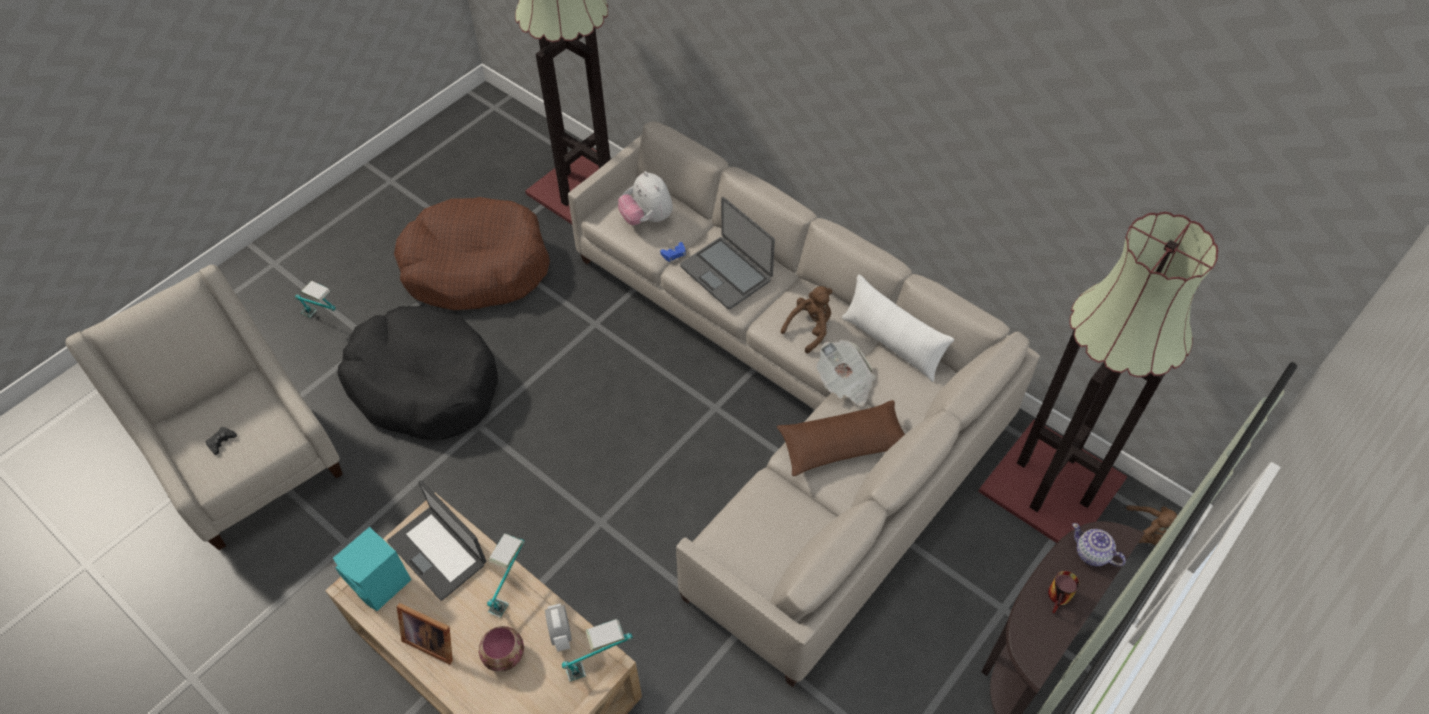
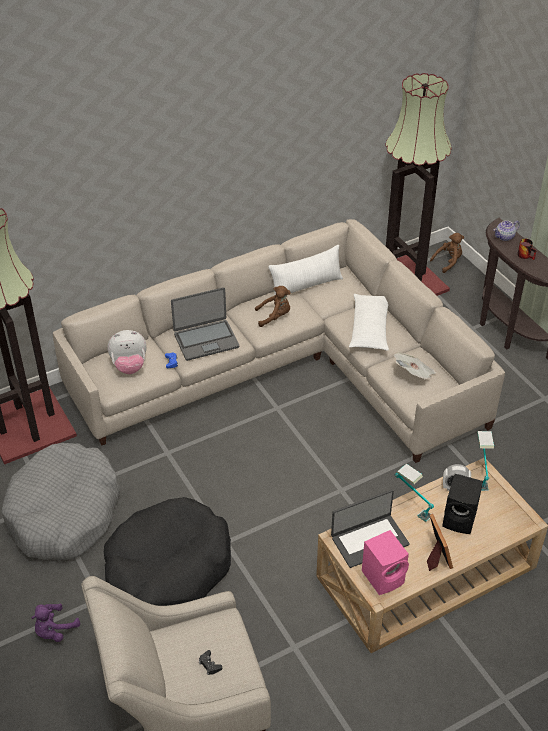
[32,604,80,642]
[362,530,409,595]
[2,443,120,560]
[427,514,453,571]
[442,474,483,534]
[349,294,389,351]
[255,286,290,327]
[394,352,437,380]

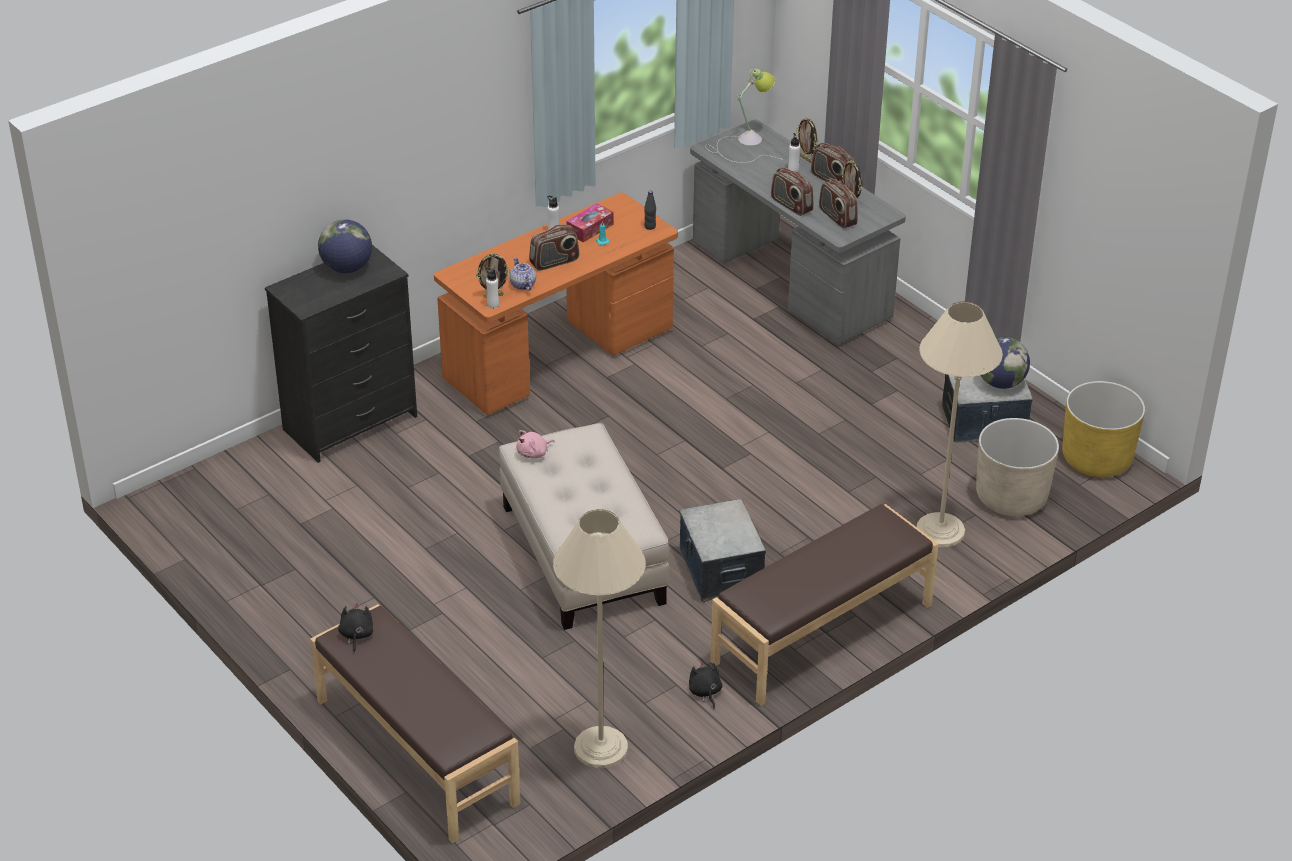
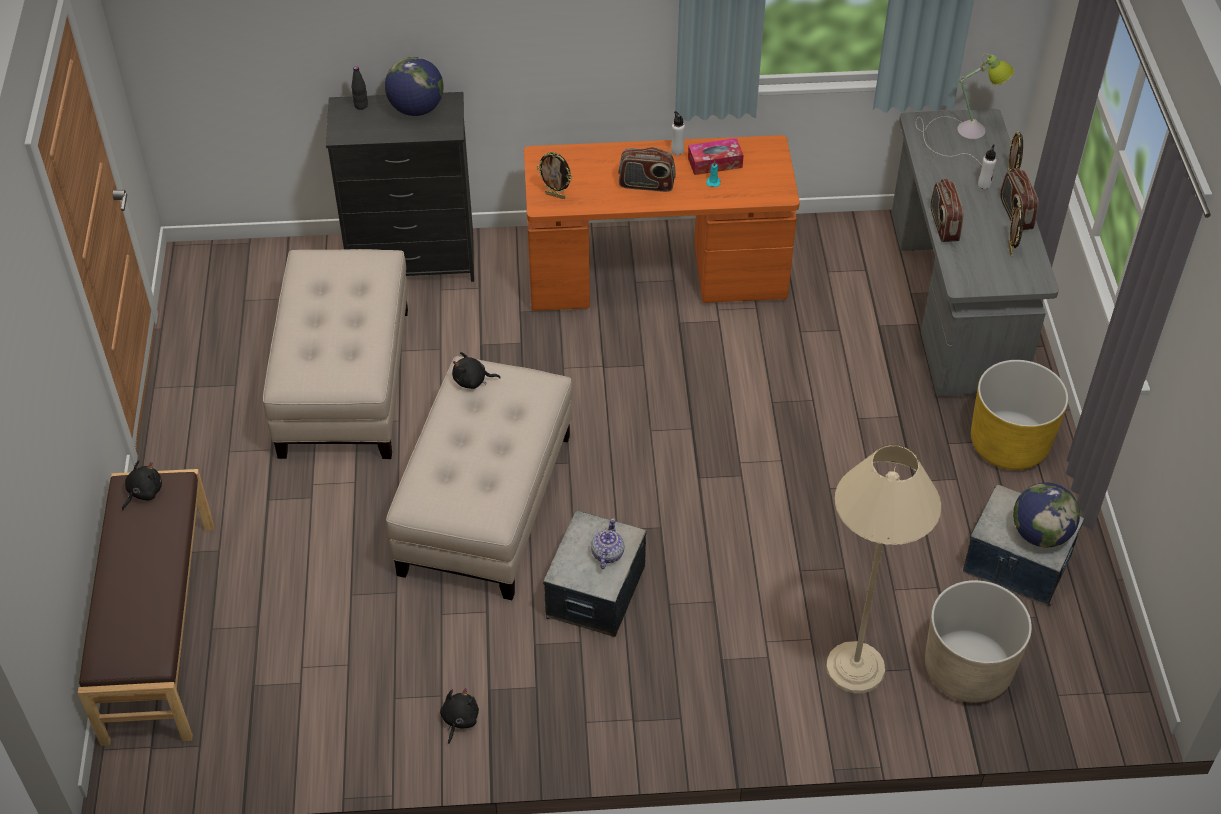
[486,268,499,308] (first image)
[591,518,625,569]
[452,352,501,389]
[553,509,646,768] (first image)
[352,66,368,110]
[710,504,939,706] (first image)
[819,178,858,229] (first image)
[971,360,1068,470]
[263,249,408,459]

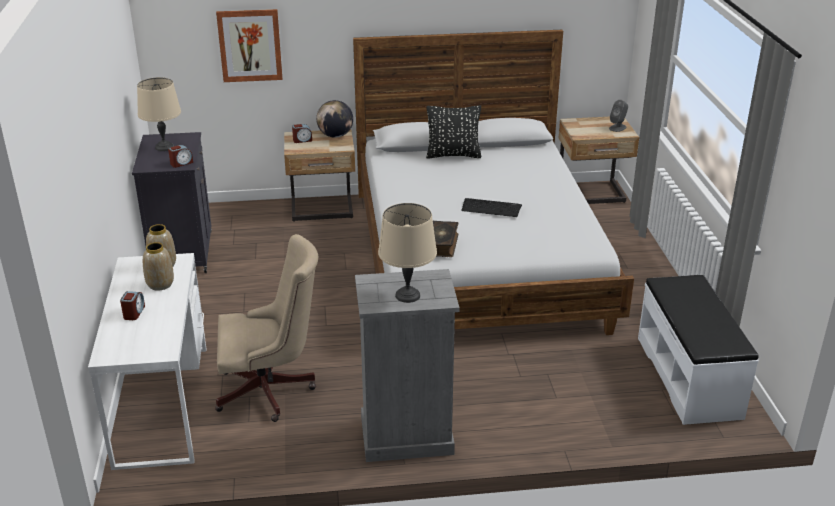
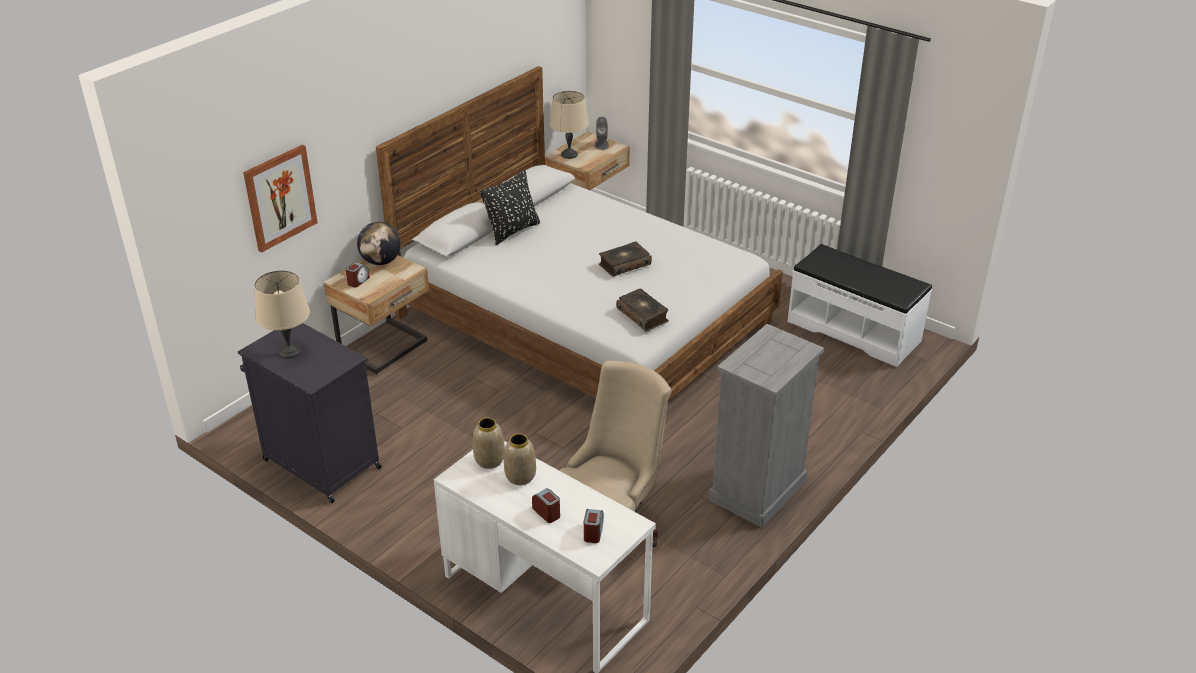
[584,509,604,543]
[549,91,589,159]
[599,241,652,277]

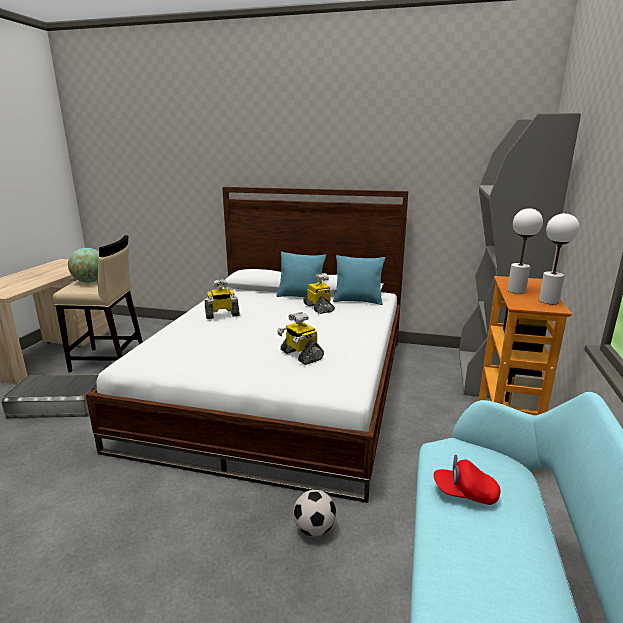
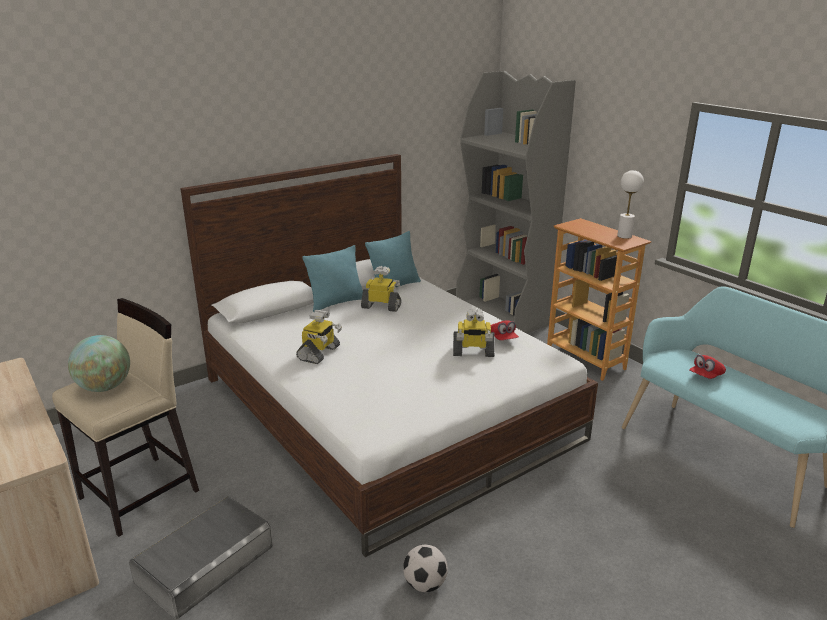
[403,545,448,592]
[507,208,543,294] (first image)
[491,320,519,340]

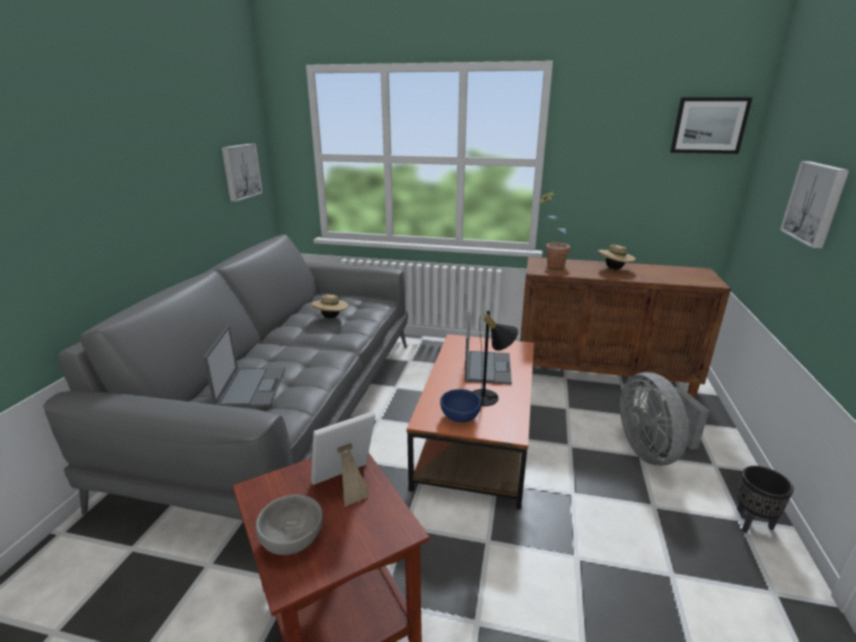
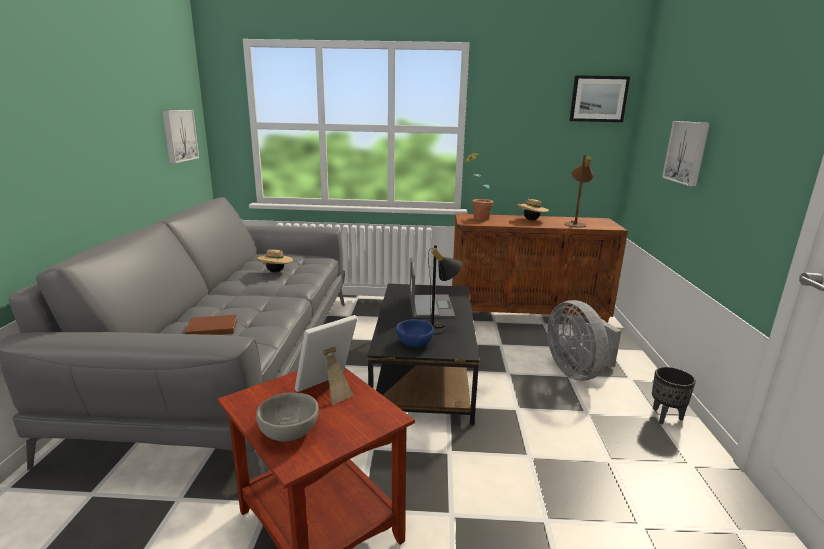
[185,315,237,335]
[367,284,480,425]
[564,155,593,228]

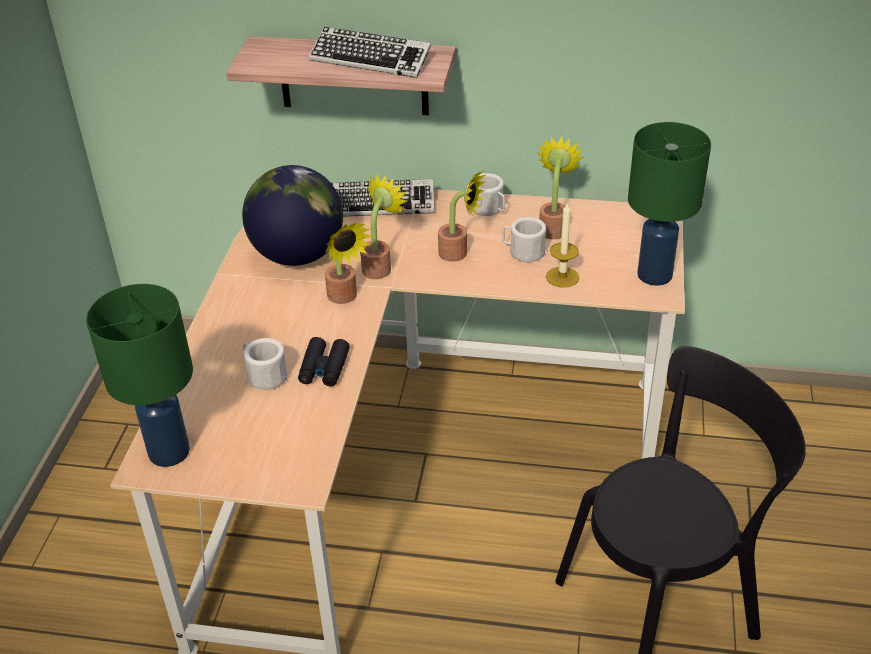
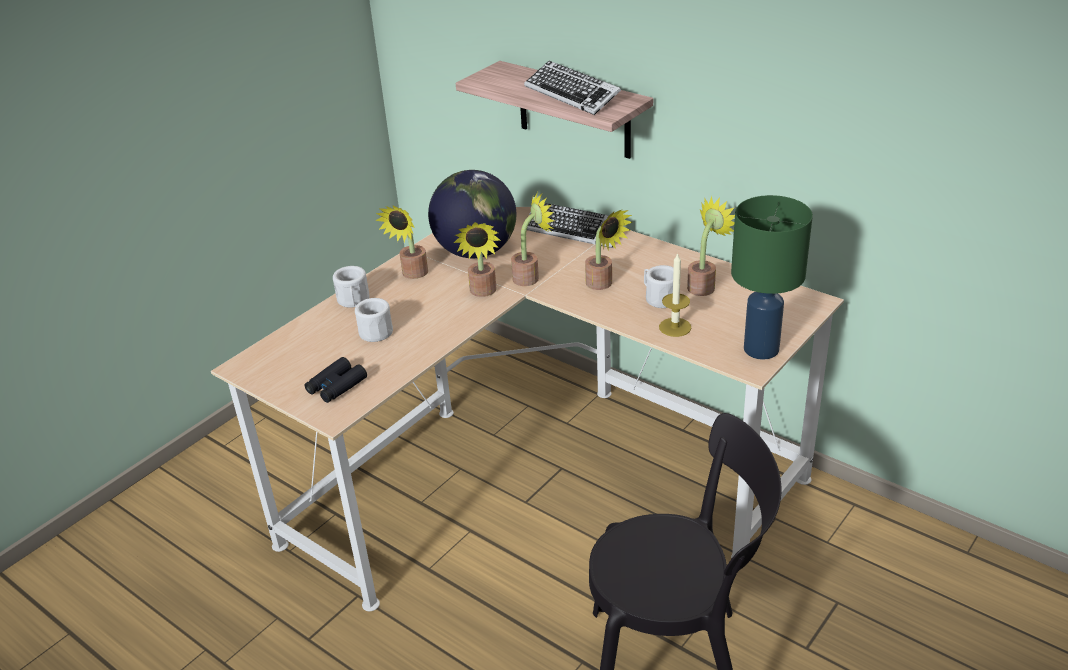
[86,284,193,467] (first image)
[305,357,367,403]
[333,266,370,308]
[375,205,428,279]

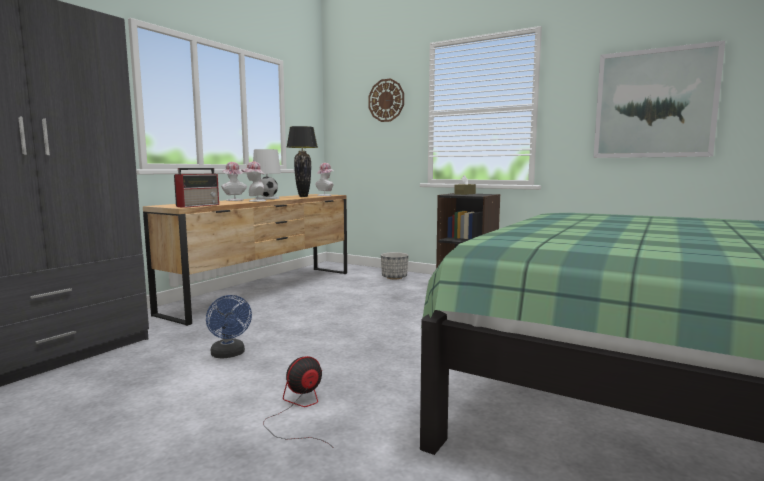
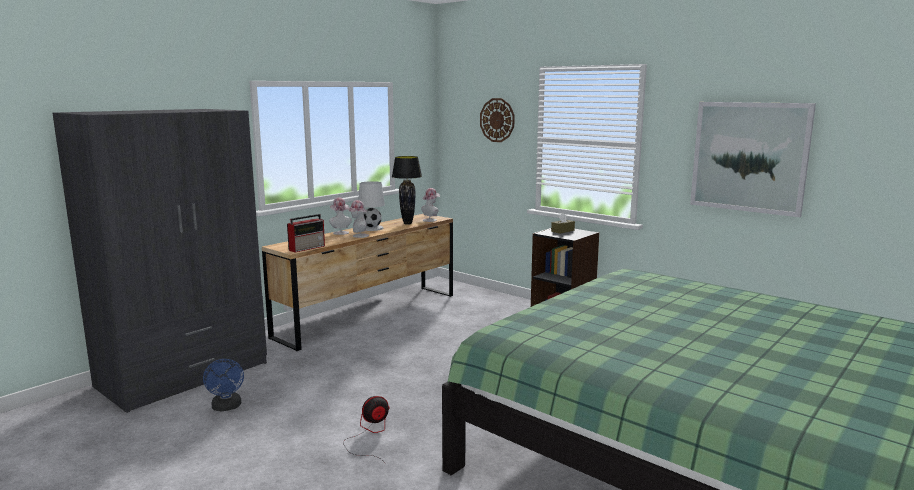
[203,359,244,411]
[381,252,409,279] (first image)

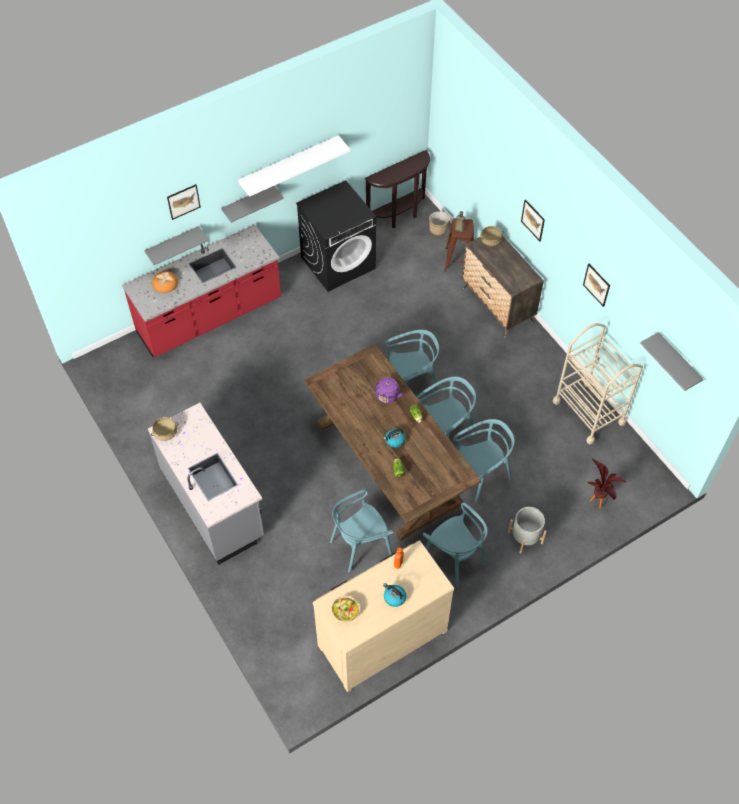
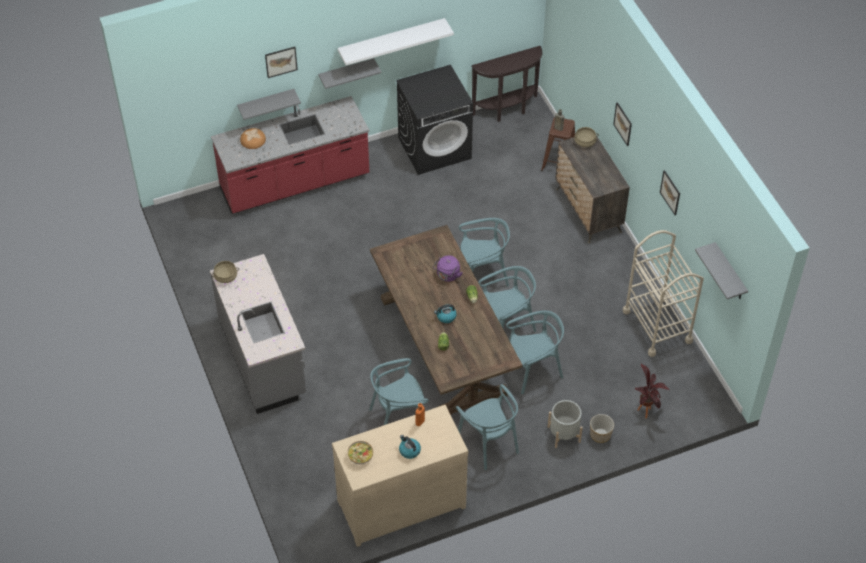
[590,414,614,443]

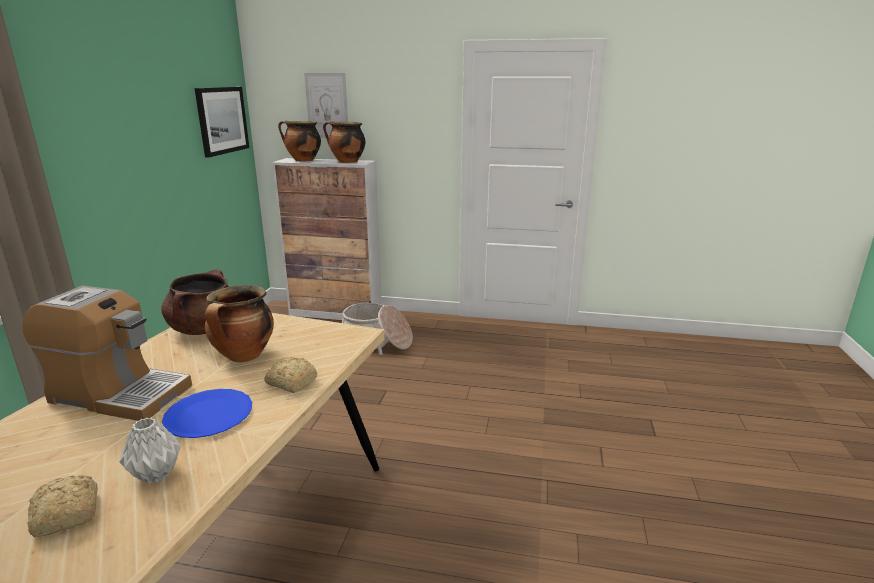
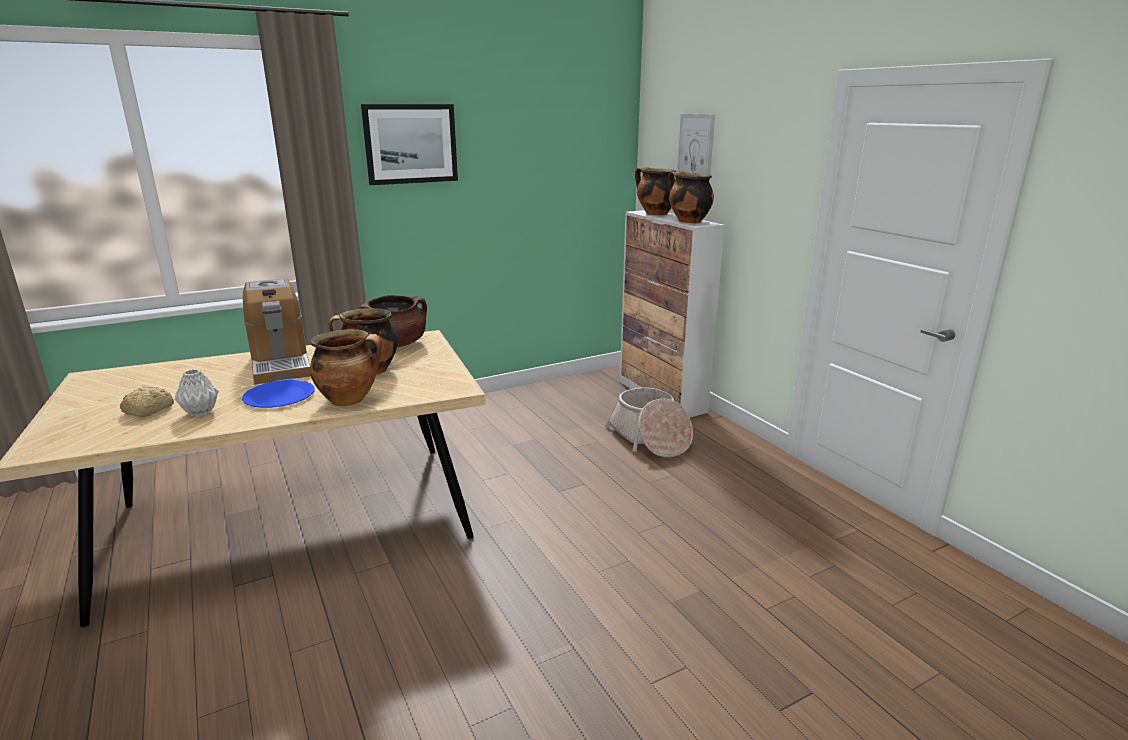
[361,104,458,185]
[310,329,382,406]

